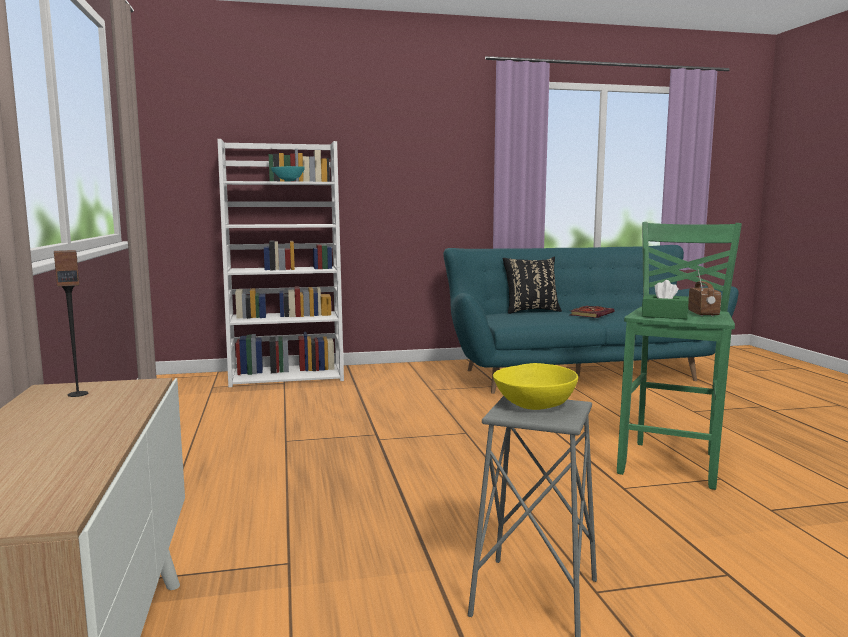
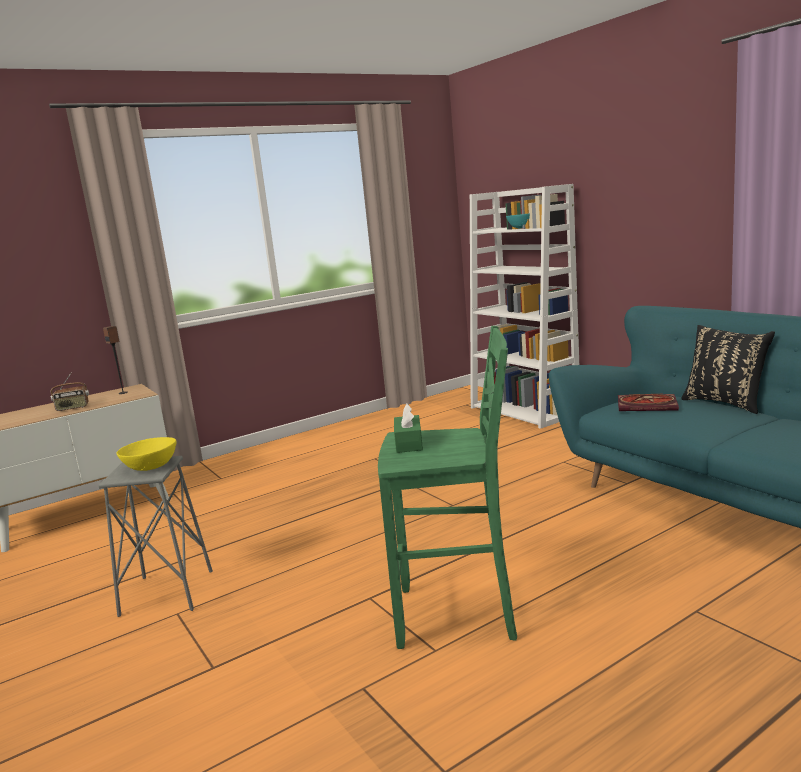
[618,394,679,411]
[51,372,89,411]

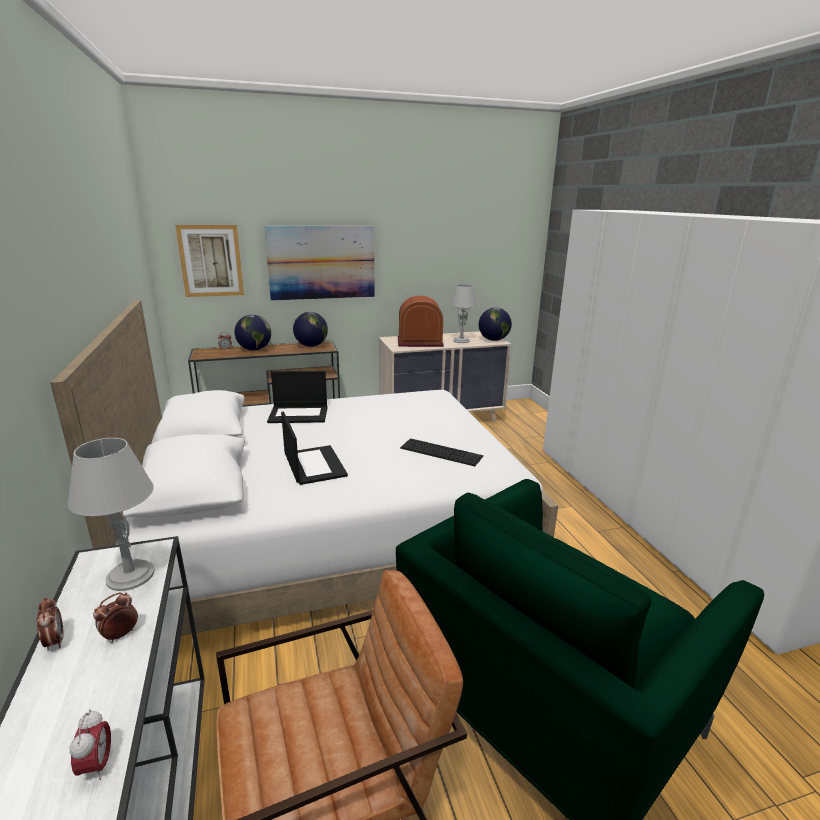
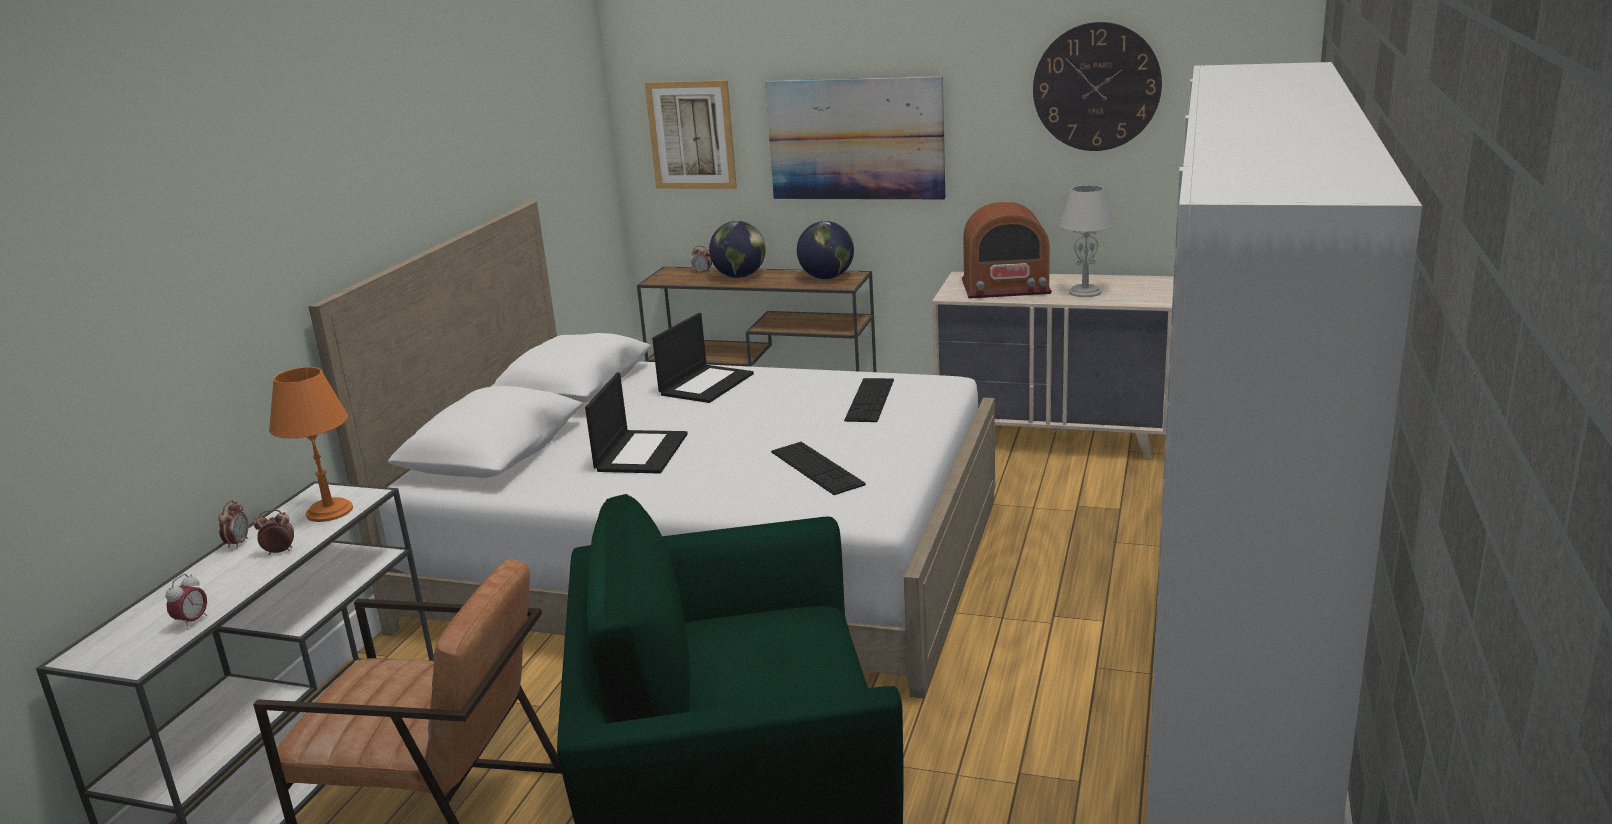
[269,367,353,522]
[652,313,754,403]
[962,202,1052,299]
[479,308,512,341] (first image)
[844,378,894,422]
[1033,22,1162,151]

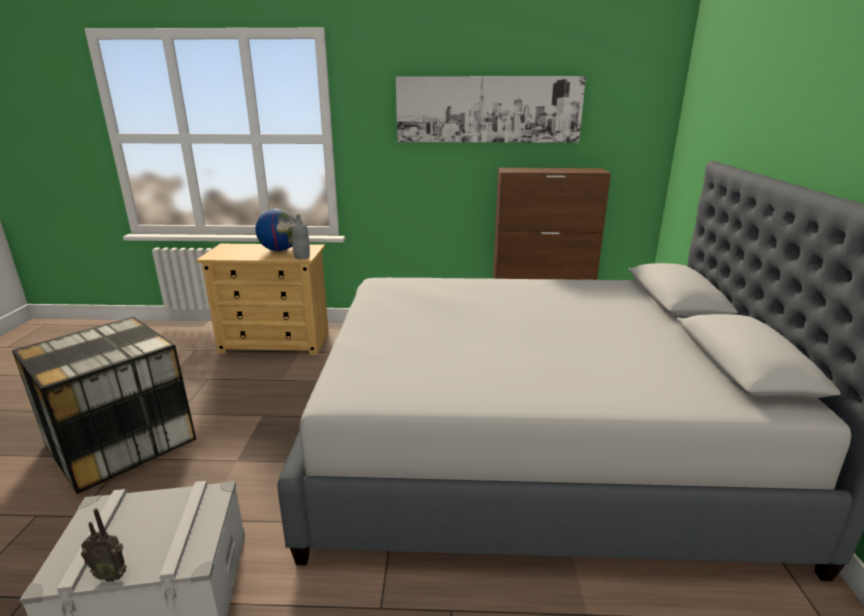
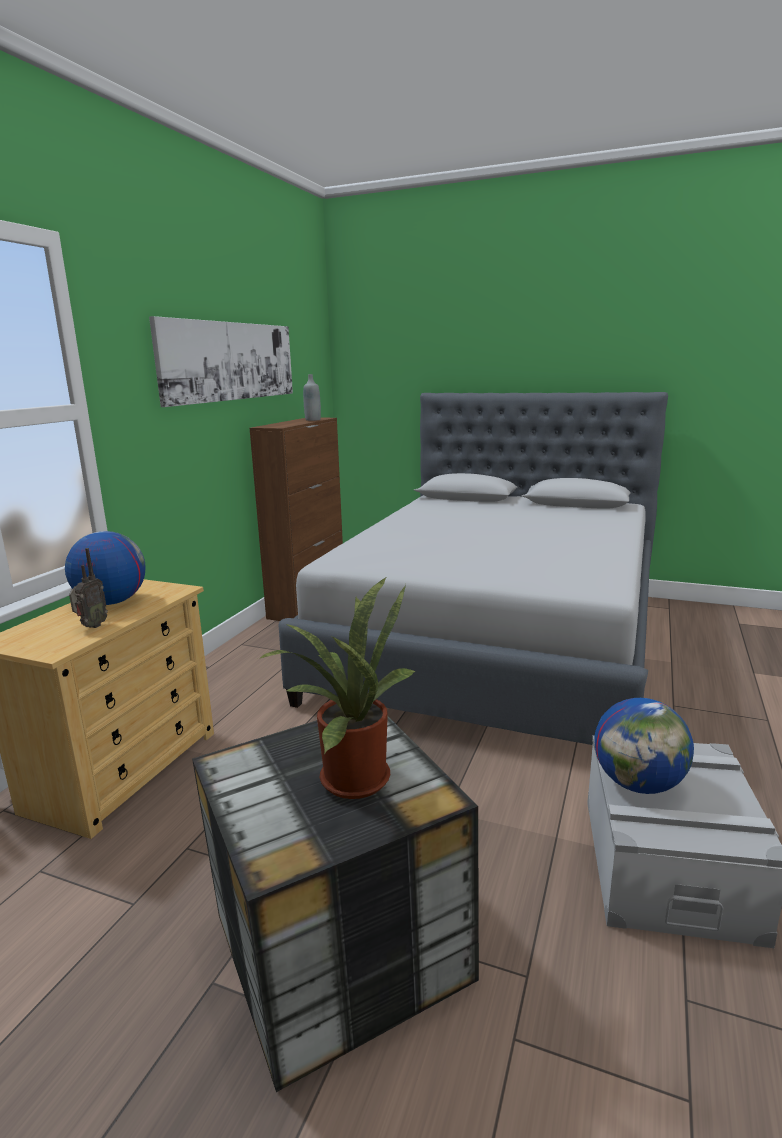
[69,548,108,628]
[303,374,321,421]
[260,577,416,799]
[594,698,694,794]

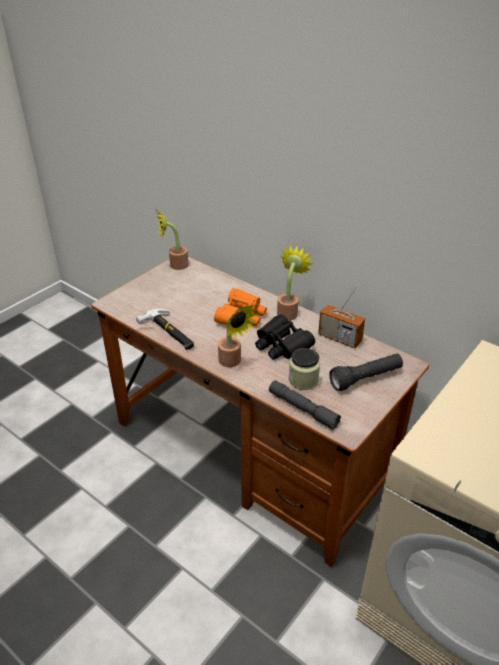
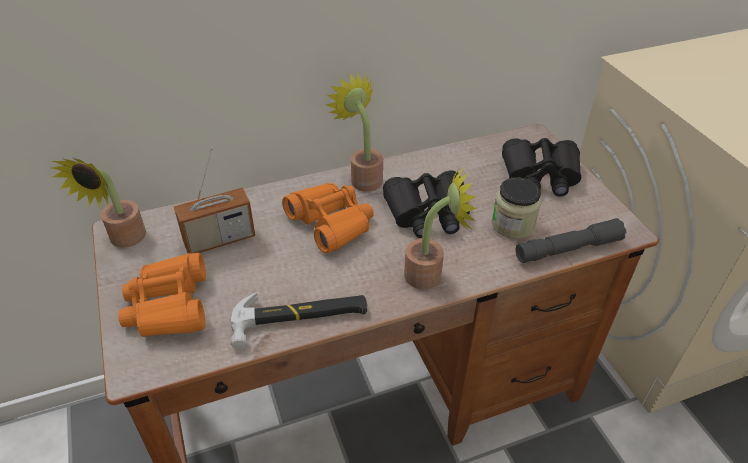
[174,147,255,254]
[502,138,581,197]
[118,253,206,337]

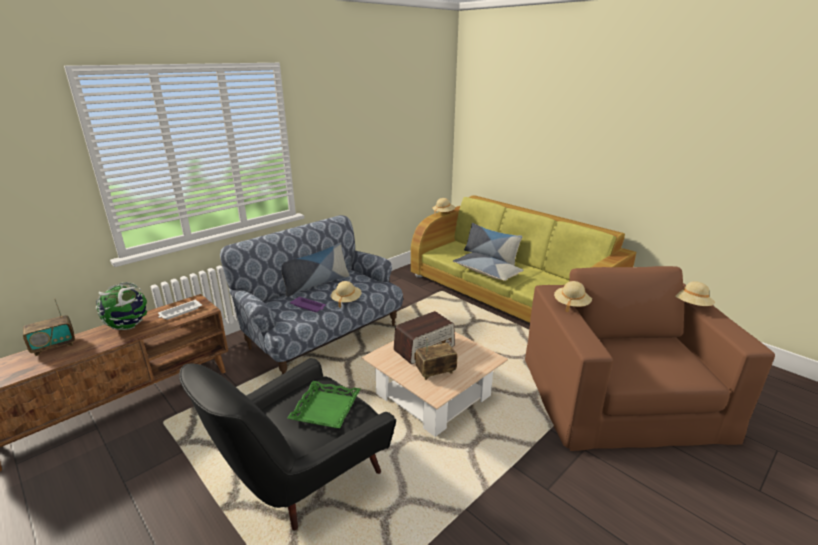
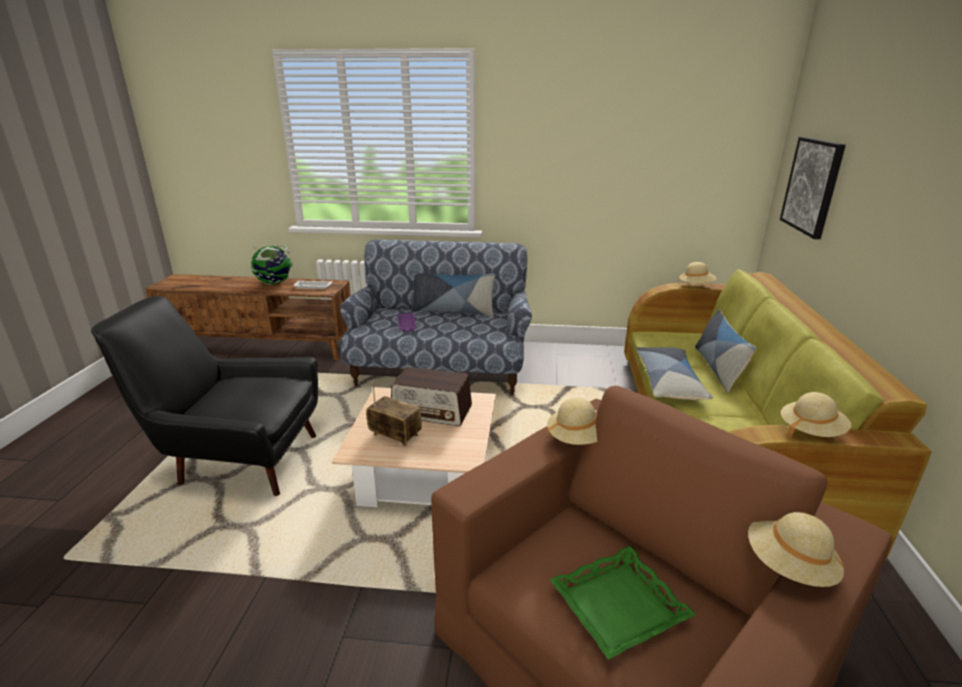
[23,298,75,356] (first image)
[549,546,697,660]
[781,392,851,438]
[780,137,846,239]

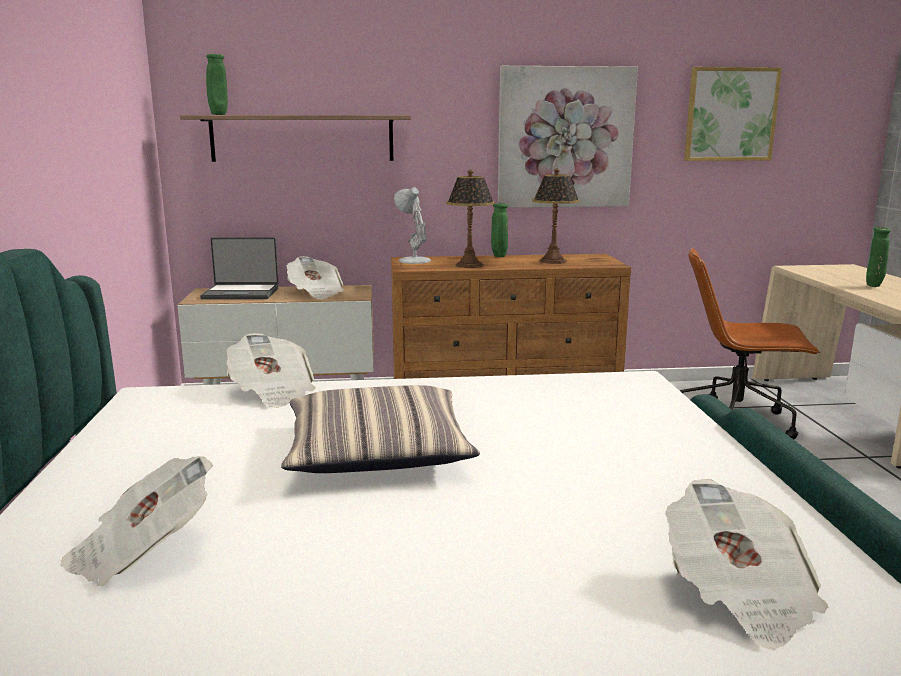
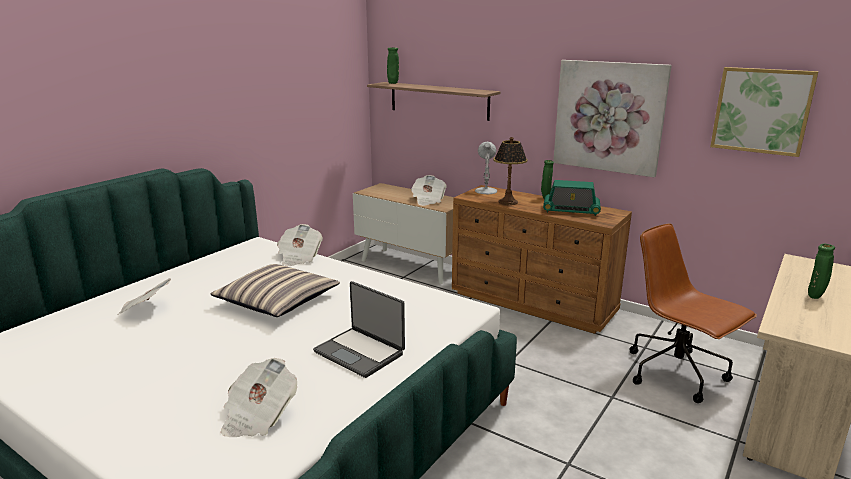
[313,281,405,378]
[543,180,601,216]

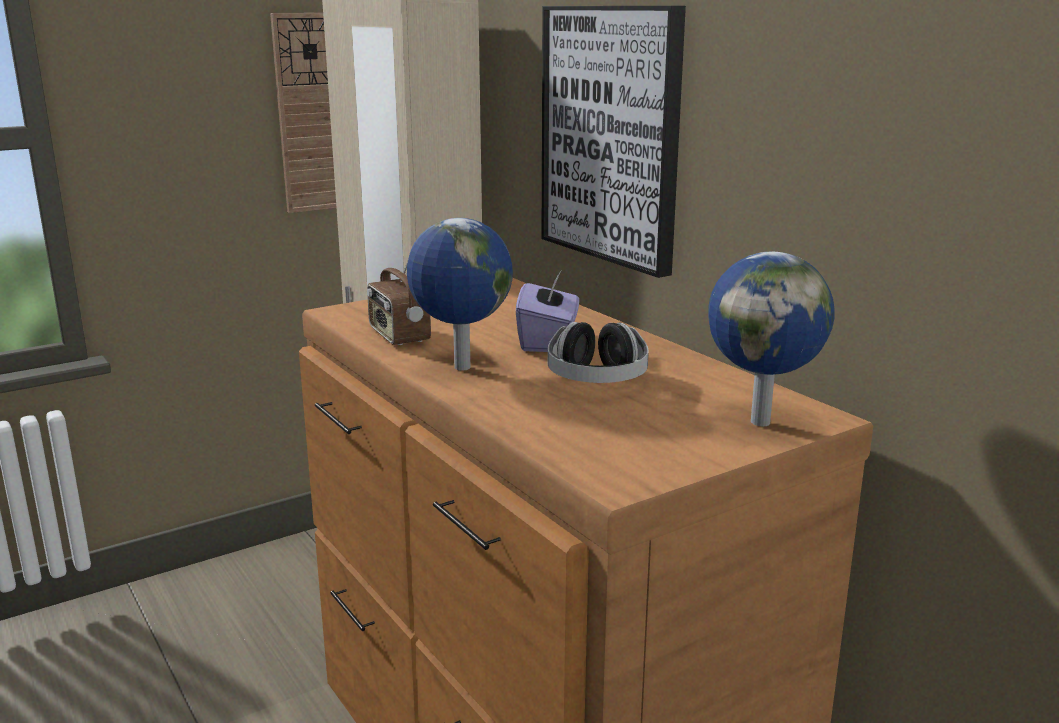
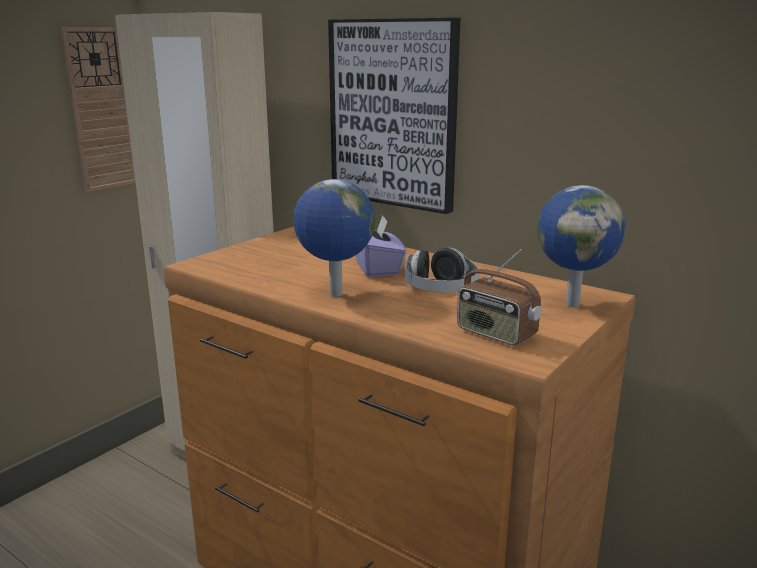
[457,249,541,345]

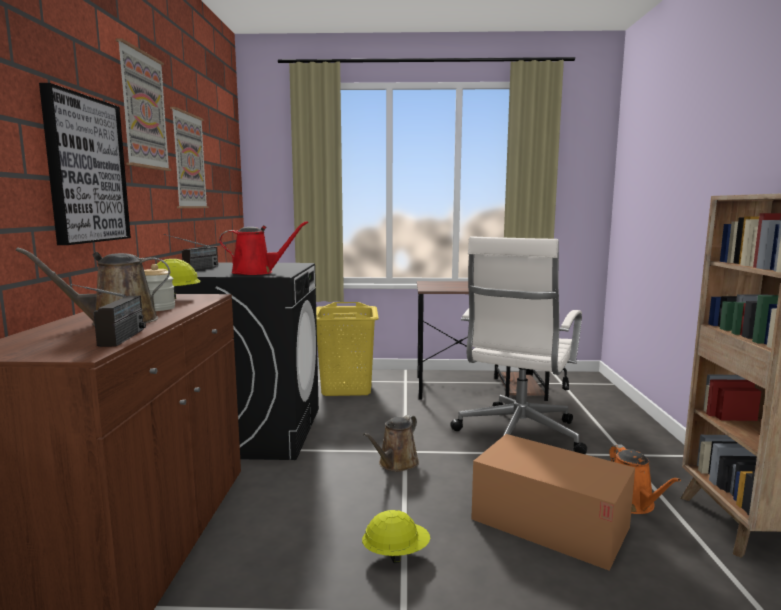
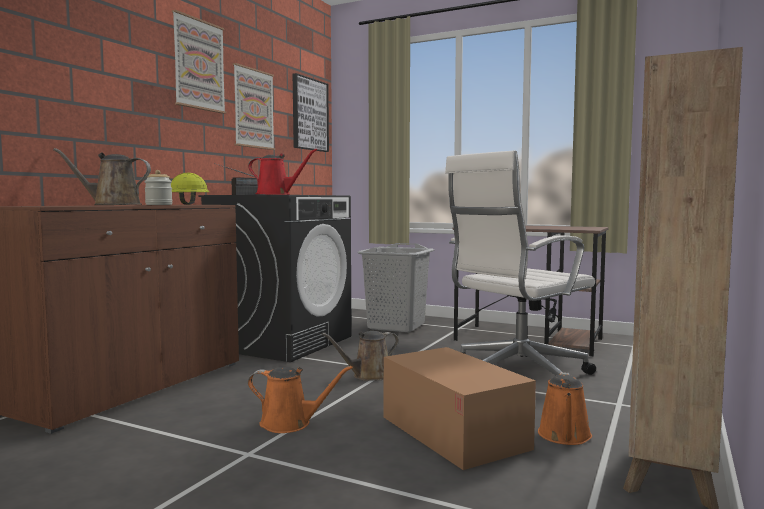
[293,73,329,152]
[70,283,146,347] (first image)
[357,243,434,332]
[248,366,353,433]

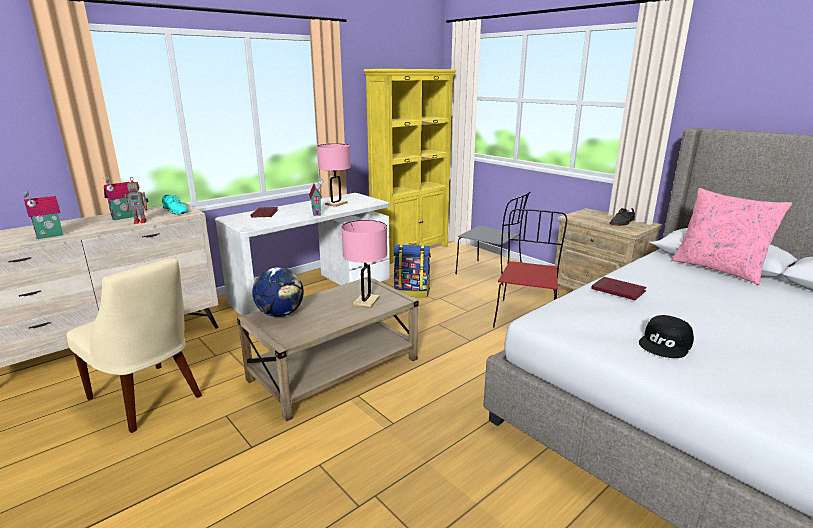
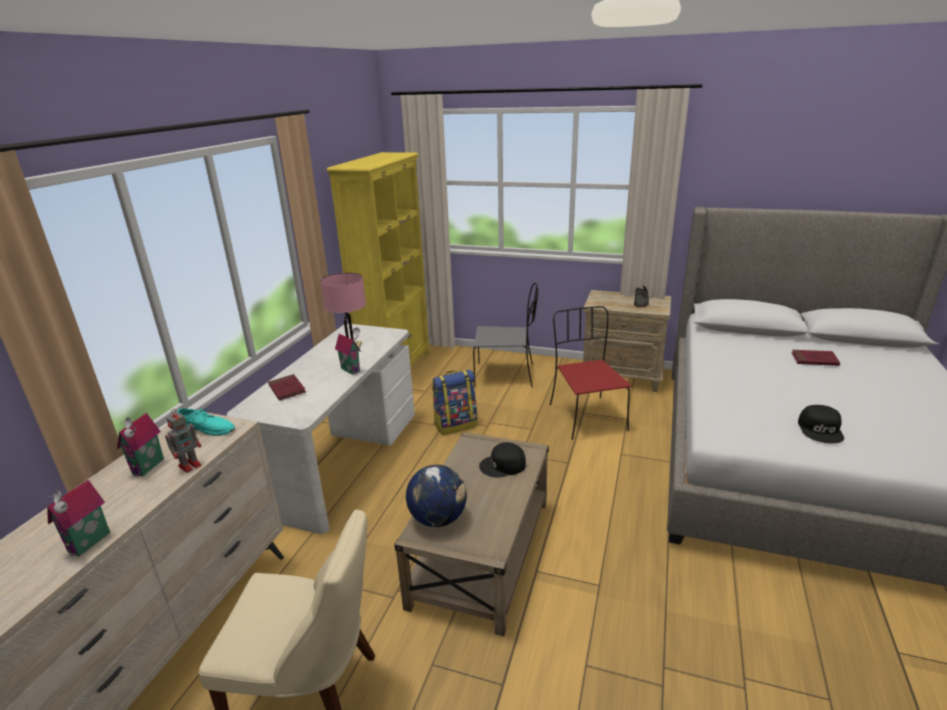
[479,442,526,478]
[792,350,840,366]
[671,188,792,285] (first image)

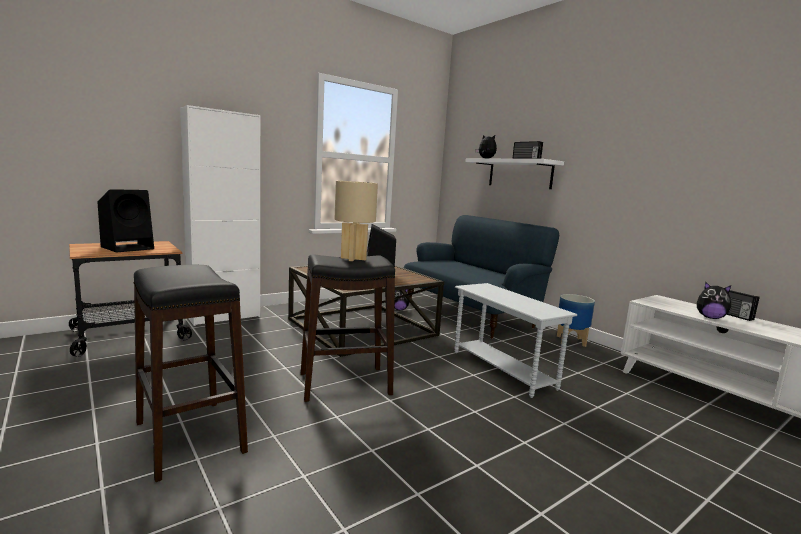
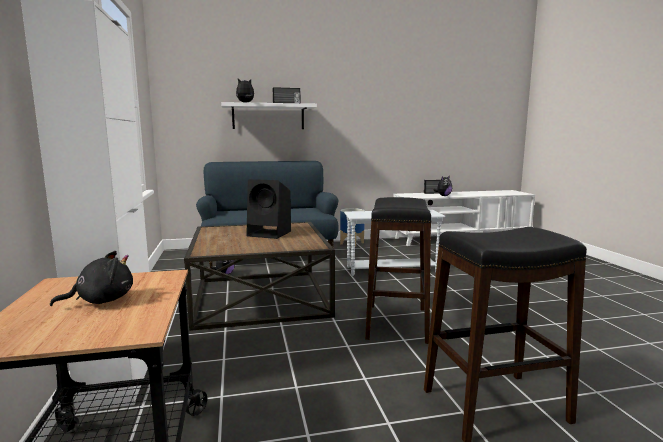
[50,251,133,306]
[335,181,378,261] (first image)

